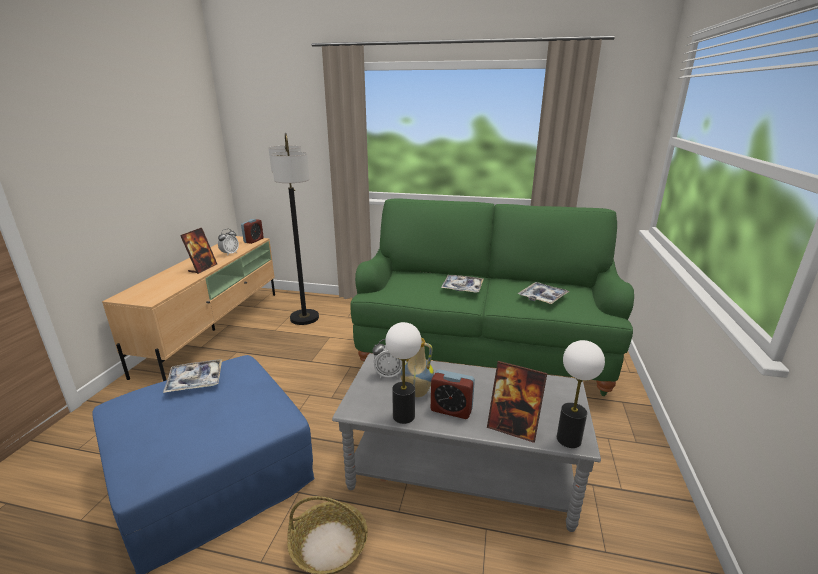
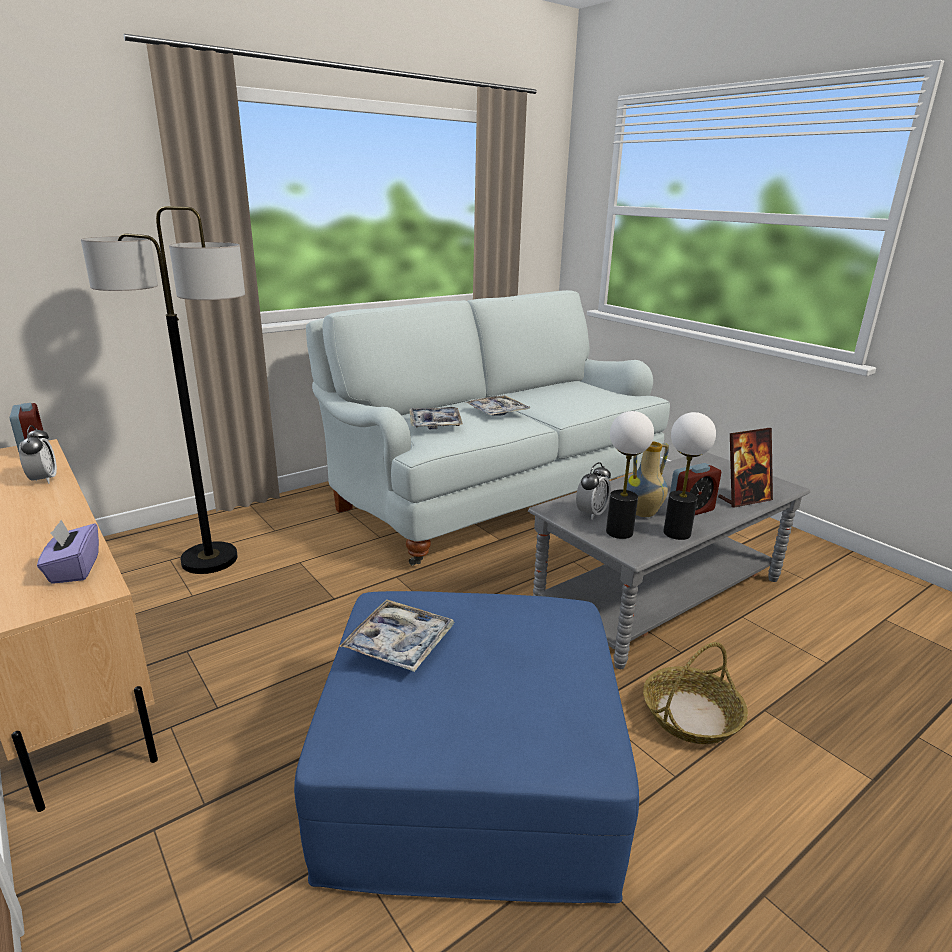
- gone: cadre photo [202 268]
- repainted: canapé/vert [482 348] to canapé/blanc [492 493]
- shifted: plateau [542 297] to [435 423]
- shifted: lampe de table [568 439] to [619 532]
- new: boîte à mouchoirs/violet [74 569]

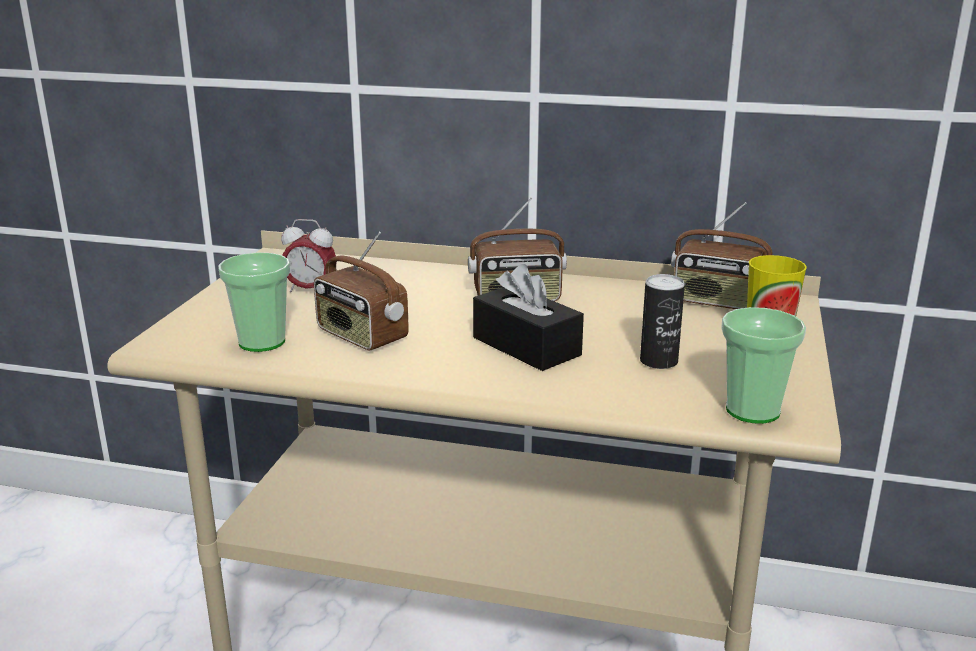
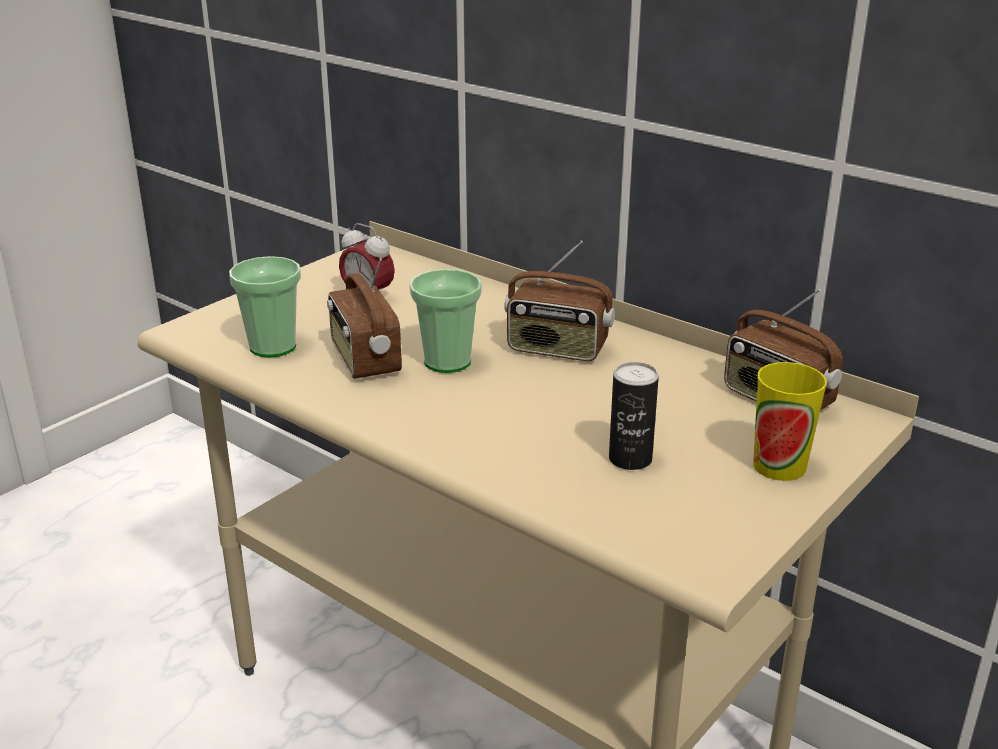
- gone: boîte à mouchoirs/noir [526 346]
- shifted: tasse [752 410] to [447 362]

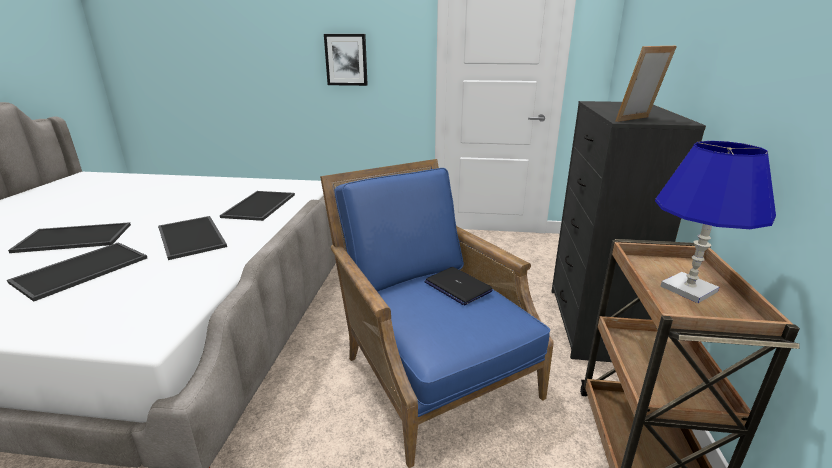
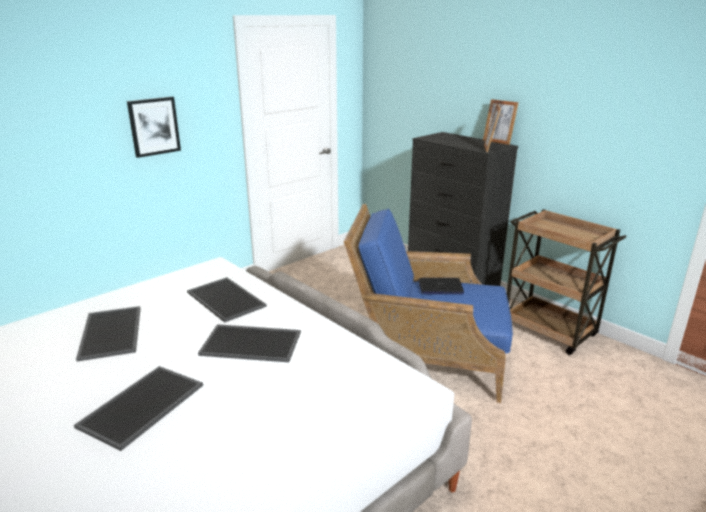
- shifted: plateau [81 269] to [109 332]
- gone: lampe de table/bleu [688 289]
- new: cadre photo [498 142]

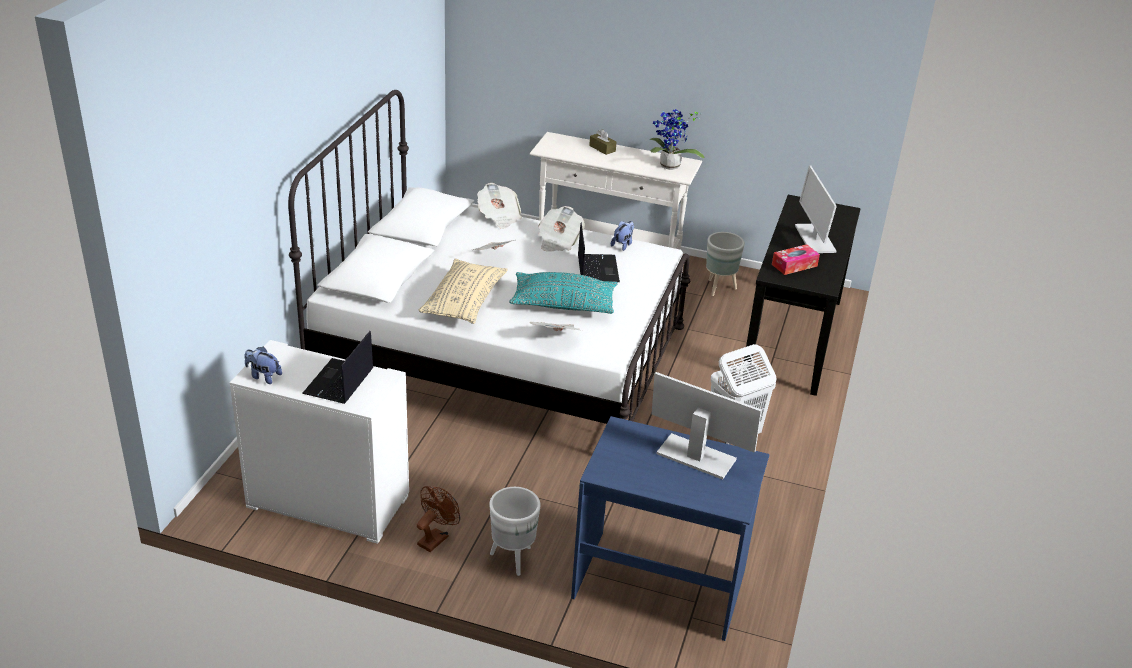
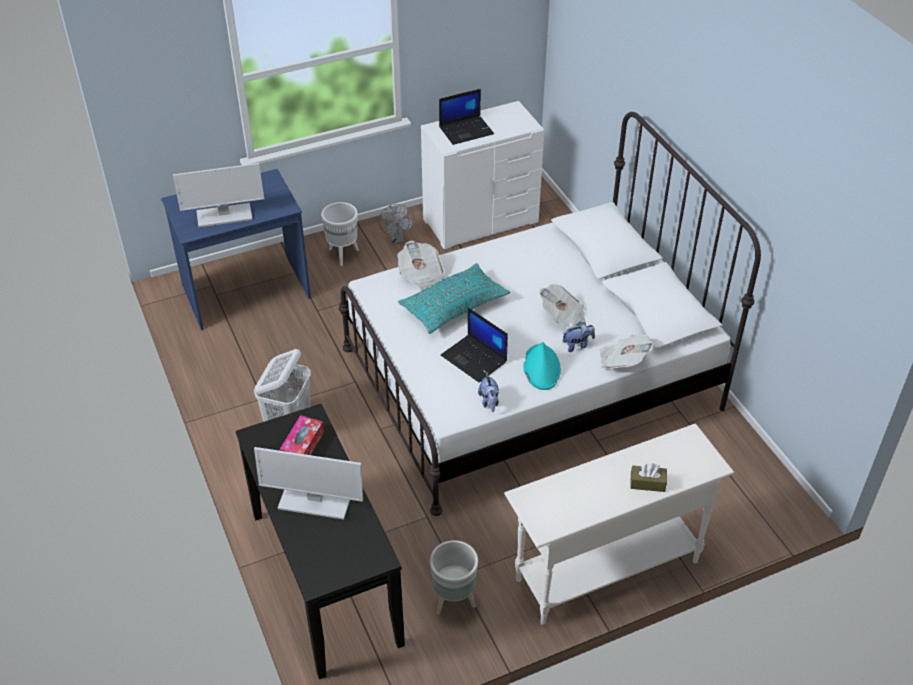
- shifted: peluche [263 376] to [577 345]
- rotated: ordinateur portable [339 382] = [466 130] 90 degrees clockwise
- repainted: ventilateur/marron [436 538] to ventilateur/gris [397 239]
- gone: coussin/beige [464 301]
- swapped: journal [558 241] to chapeau/turquoise [541 367]
- gone: plante en pot [669 167]
- rotated: écran d'ordinateur [814 238] = [314 501] 150 degrees clockwise

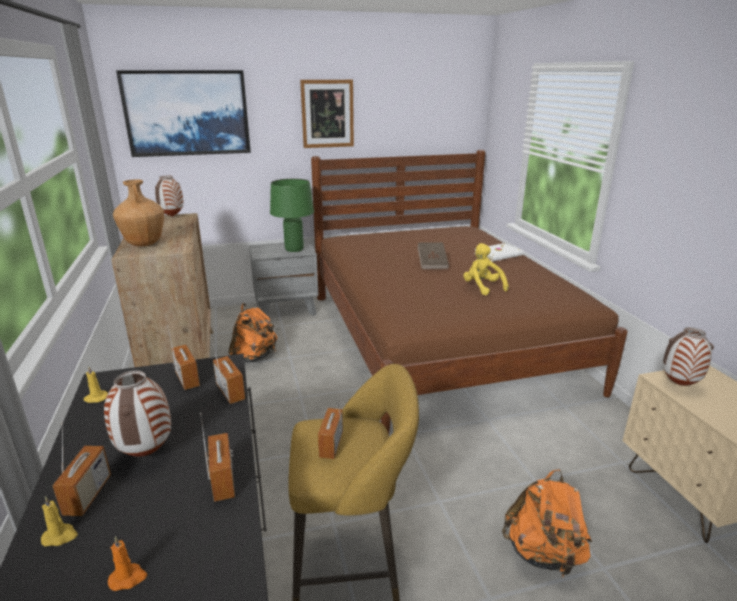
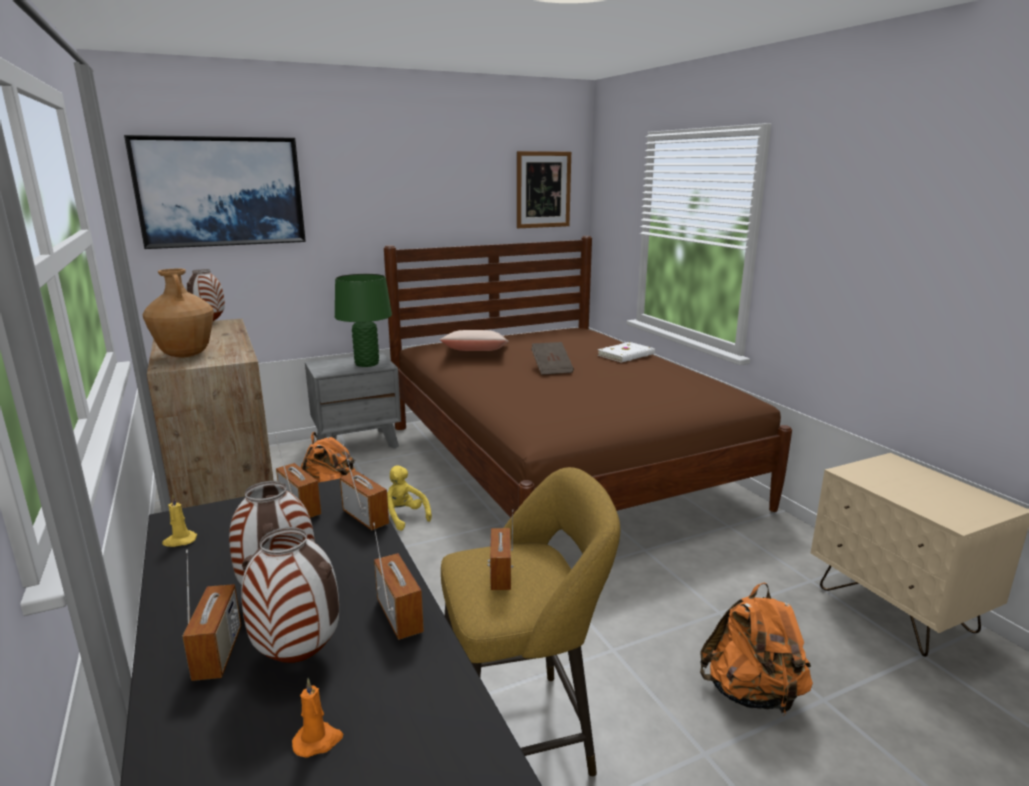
- gone: bougie/jaune [60 536]
- shifted: tableau [327 114] to [543 189]
- shifted: peluche/jaune [482 287] to [403 517]
- shifted: vase [679 384] to [300 656]
- new: coussin/beige [475 353]

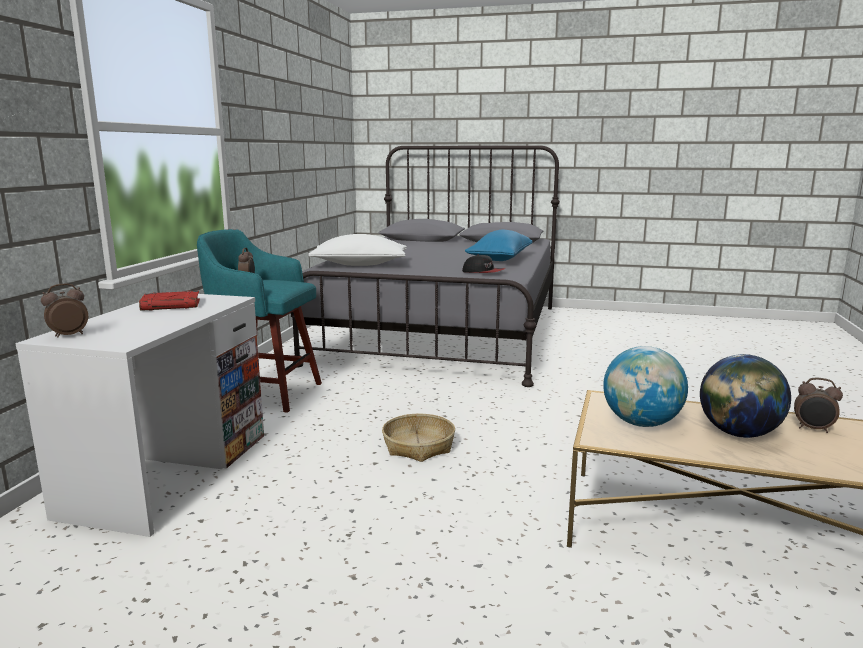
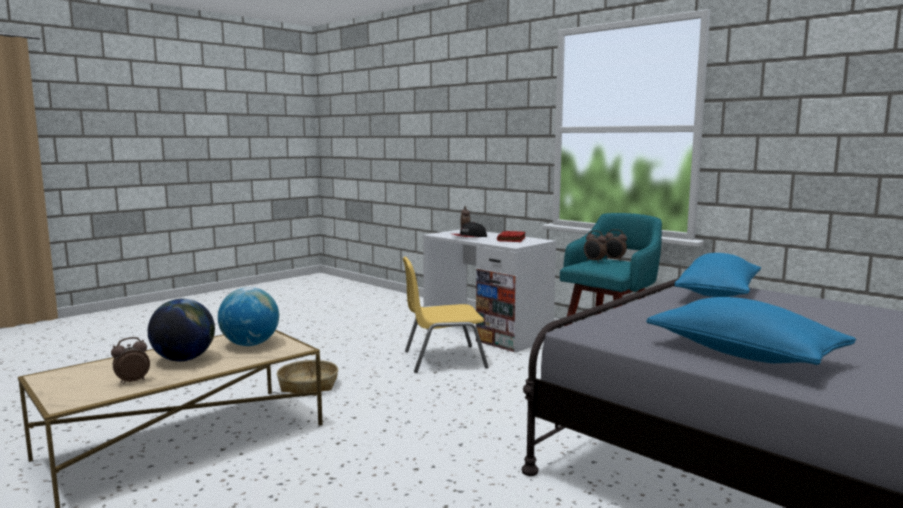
- repainted: coussin/blanc [359 264] to coussin/bleu [718 294]
- shifted: panier [418 446] to [308 385]
- shifted: casquette [483 272] to [468 237]
- new: chaise/jaune [443 359]
- new: réveil [594 261]

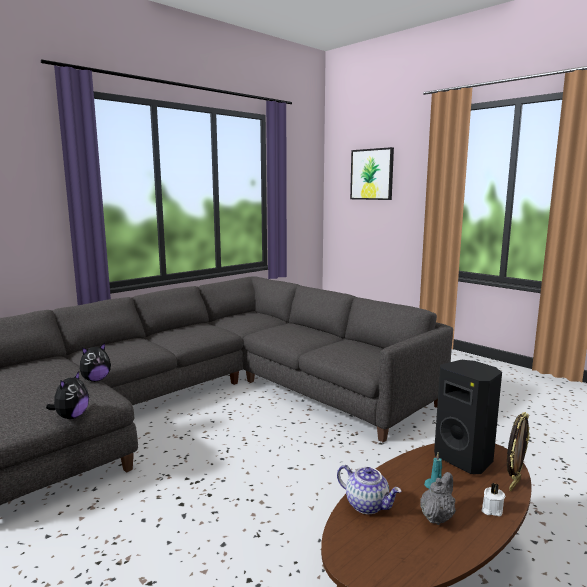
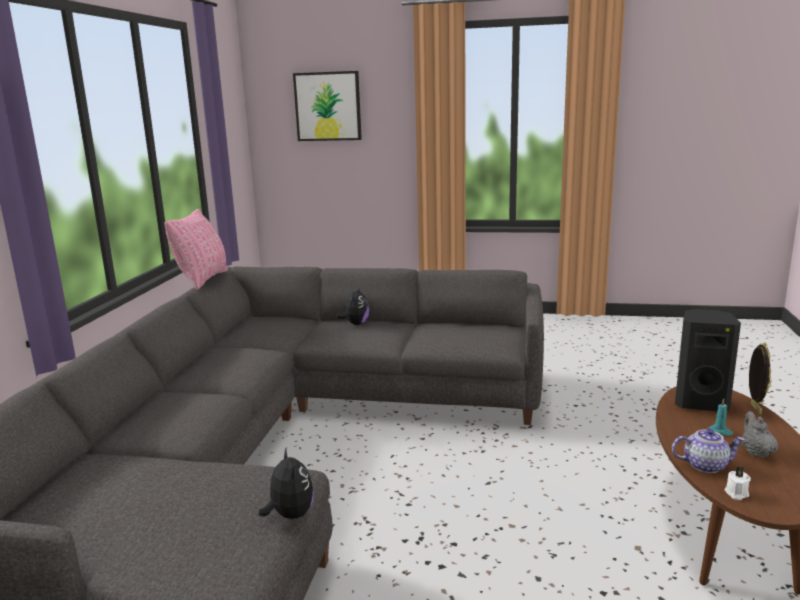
- shifted: peluche [96 380] to [356 324]
- shifted: bougie/blanc [491 510] to [736 493]
- new: coussin/rose [203 280]

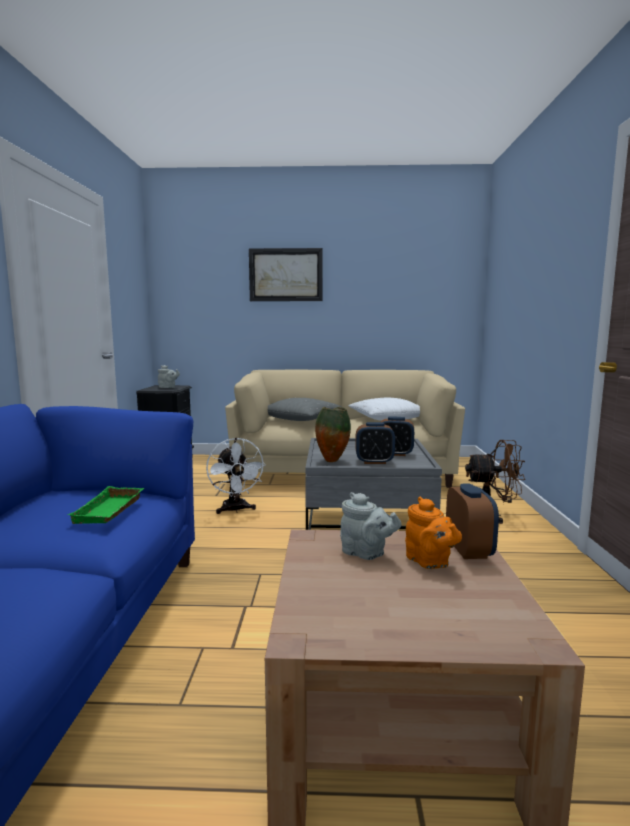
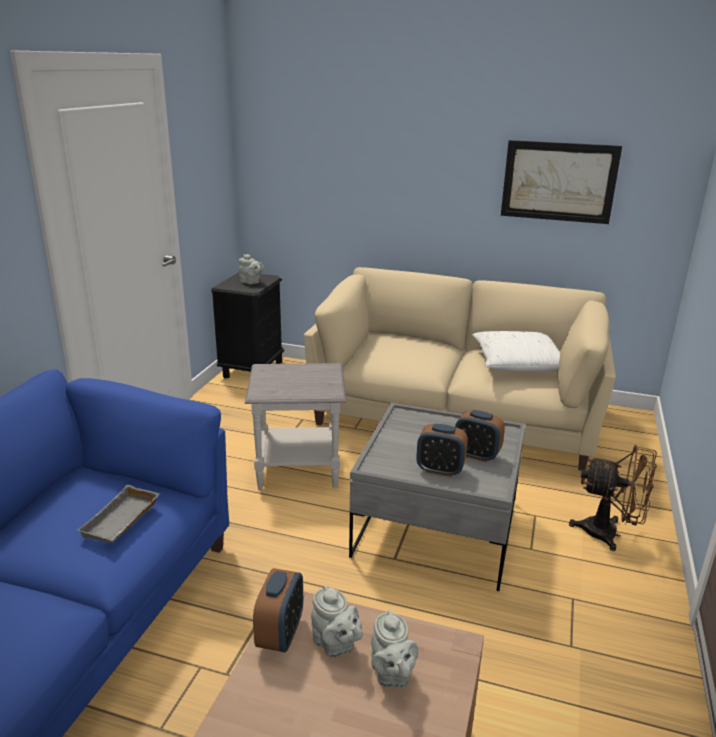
- repainted: plateau/vert [111 511] to plateau/gris [122 521]
- swapped: ventilateur/blanc [235 510] to table d'appoint/gris [299 469]
- shifted: tableau [286 275] to [558 181]
- gone: coussin/gris [301 419]
- gone: vase [332 461]
- repainted: théière/orange [429 562] to théière/gris [391 675]
- shifted: réveil [469 550] to [280 634]

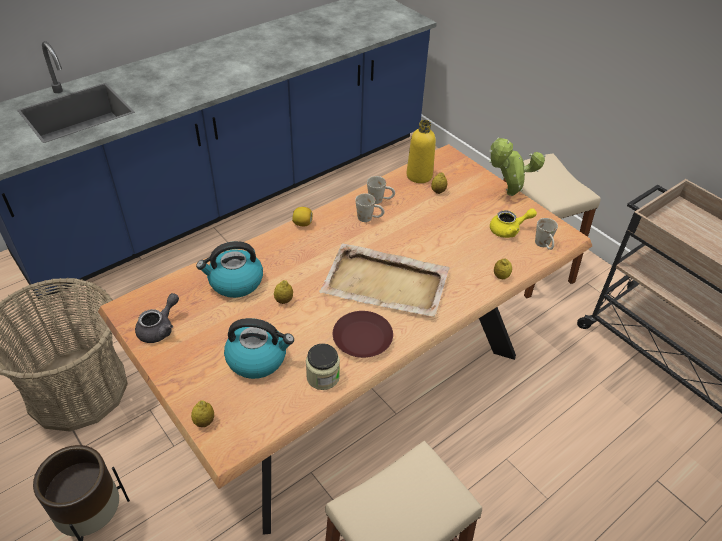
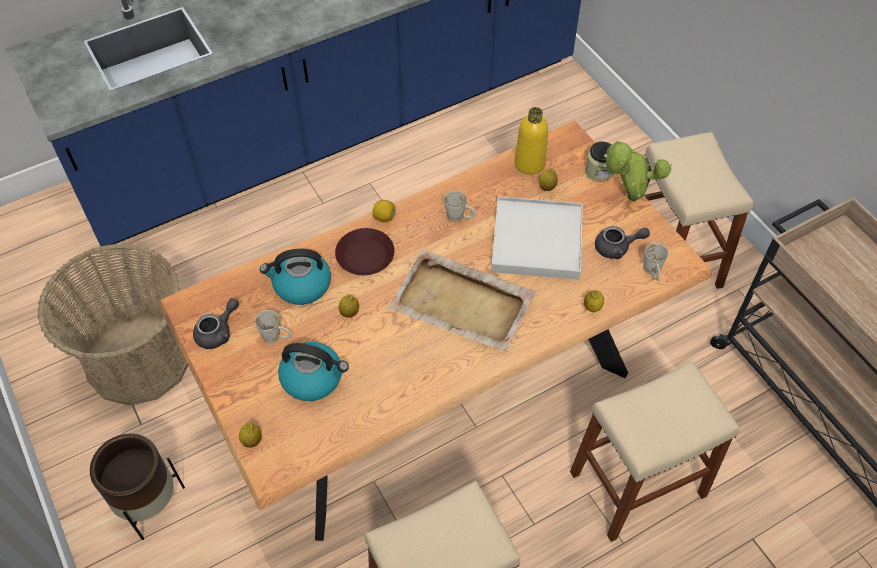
- shifted: bocal [323 377] to [599 171]
- shifted: assiette/marron [361 338] to [364 256]
- shifted: mug/blanc [380 200] to [277 337]
- repainted: théière/jaune [509 230] to théière/gris [617 248]
- new: plateau/blanc [536 241]
- new: tabouret/beige [637 484]

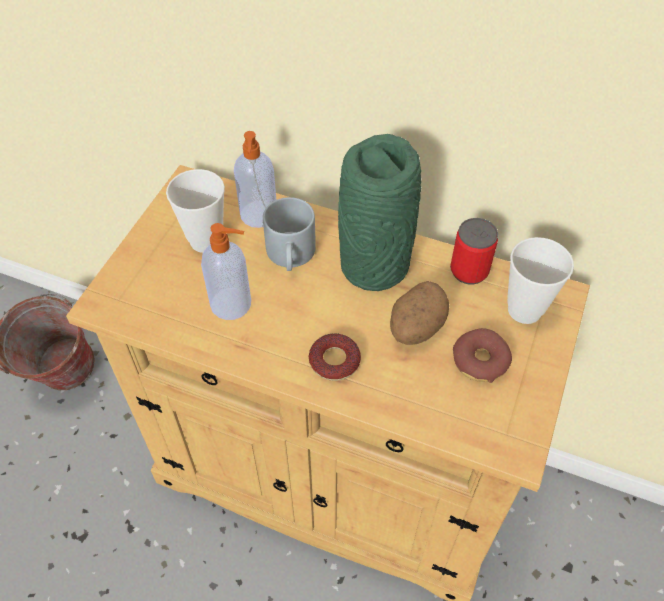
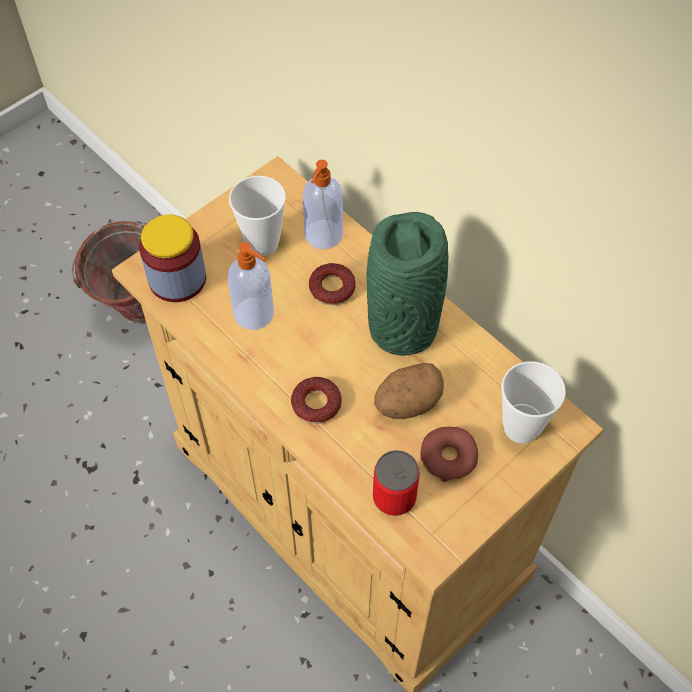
- swapped: mug/gris [291 255] to beignet [332 288]
- shifted: boîte métallique [469 271] to [394 497]
- new: bocal [177 279]

